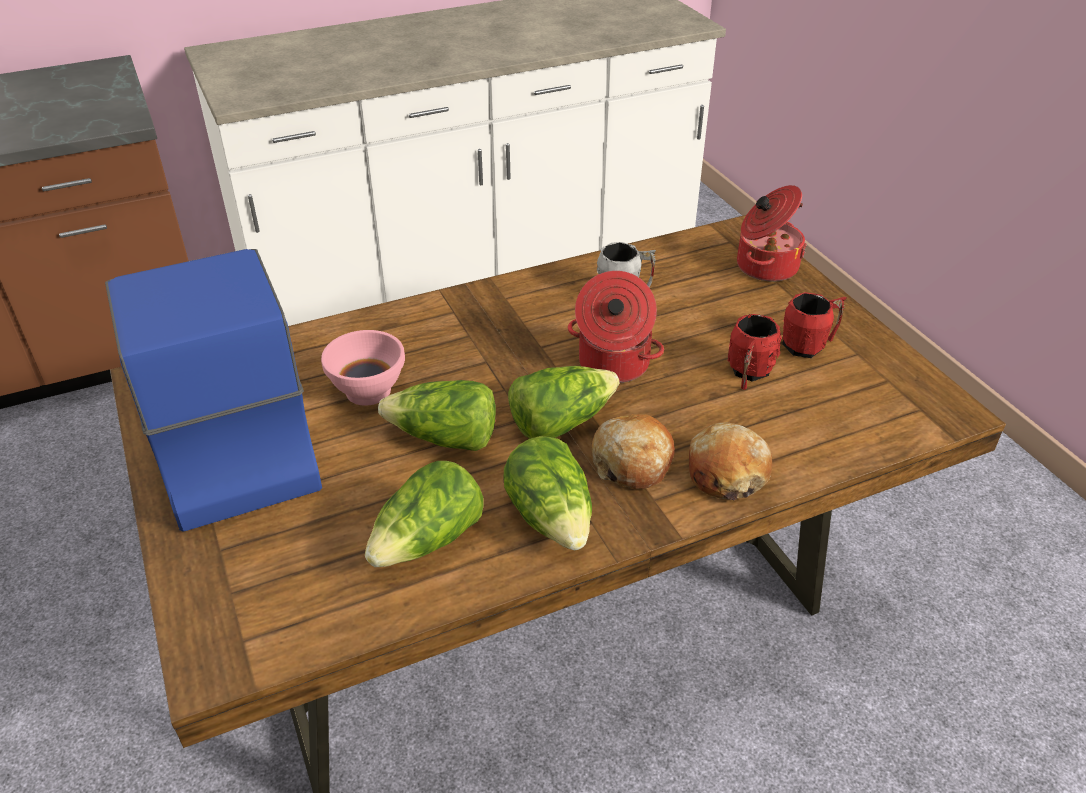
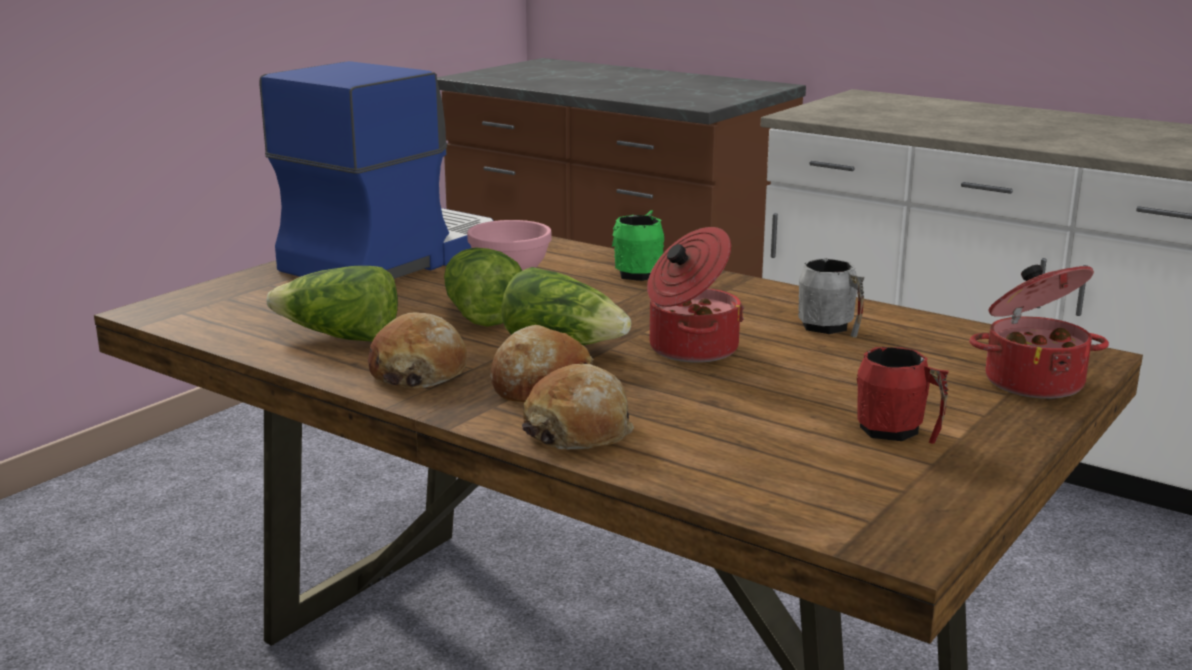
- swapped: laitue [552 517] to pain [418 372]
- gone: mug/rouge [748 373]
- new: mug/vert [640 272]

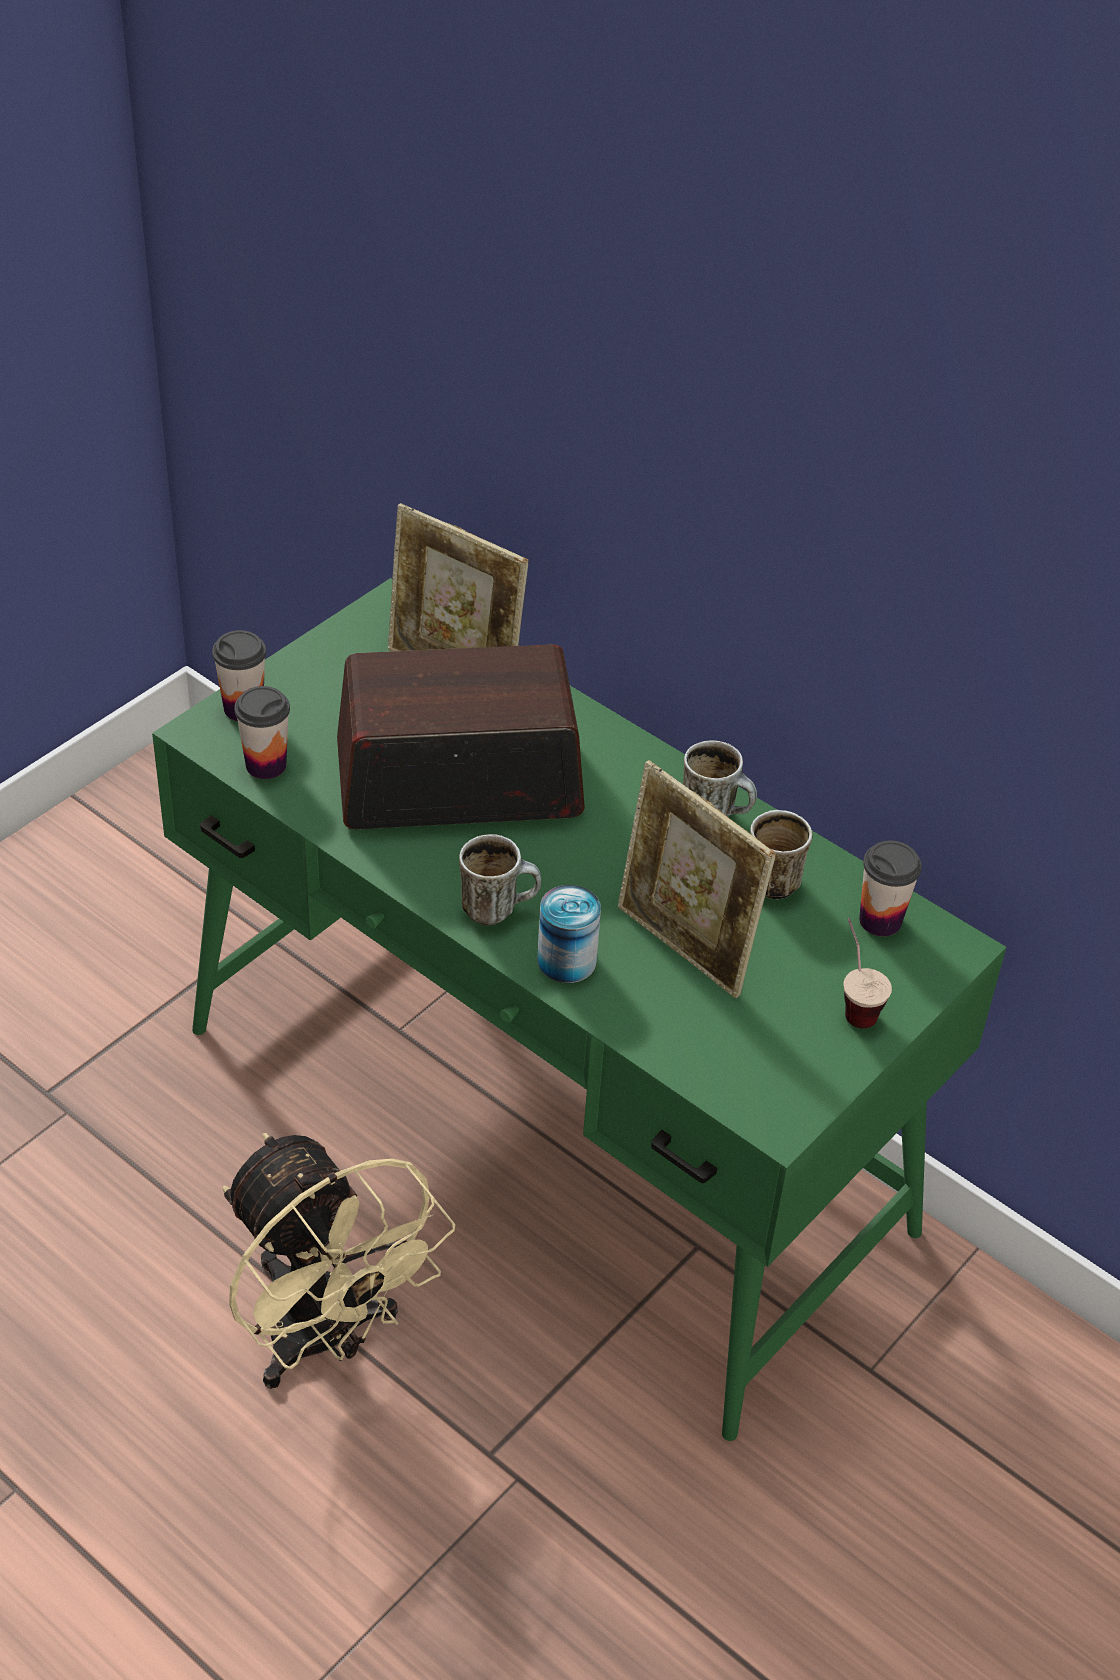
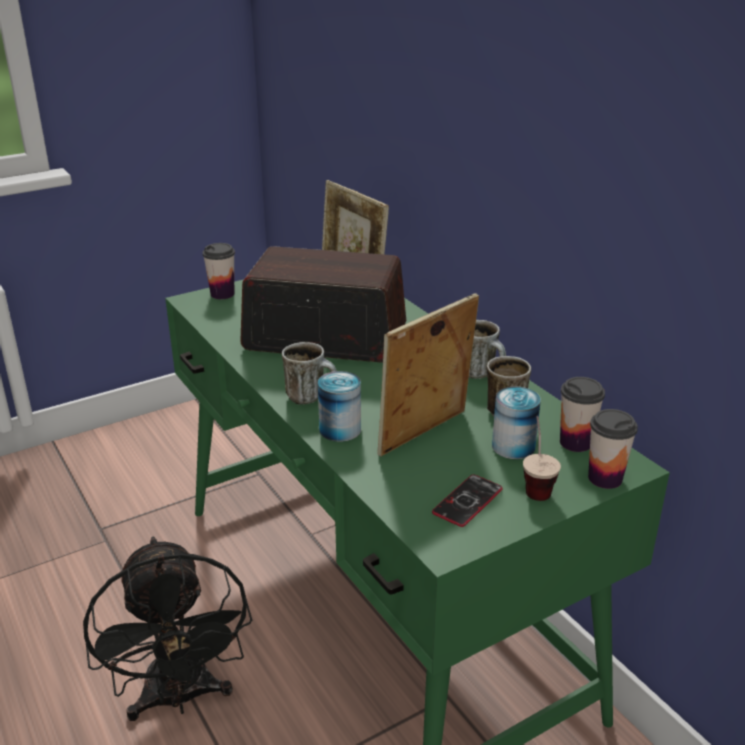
- repainted: ventilateur/beige [325 1339] to ventilateur/noir [179 698]
- shifted: tasse [266 765] to [605 478]
- rotated: cadre photo [684 948] = [425 436] 75 degrees clockwise
- new: téléphone [467 501]
- new: boîte métallique [513 446]

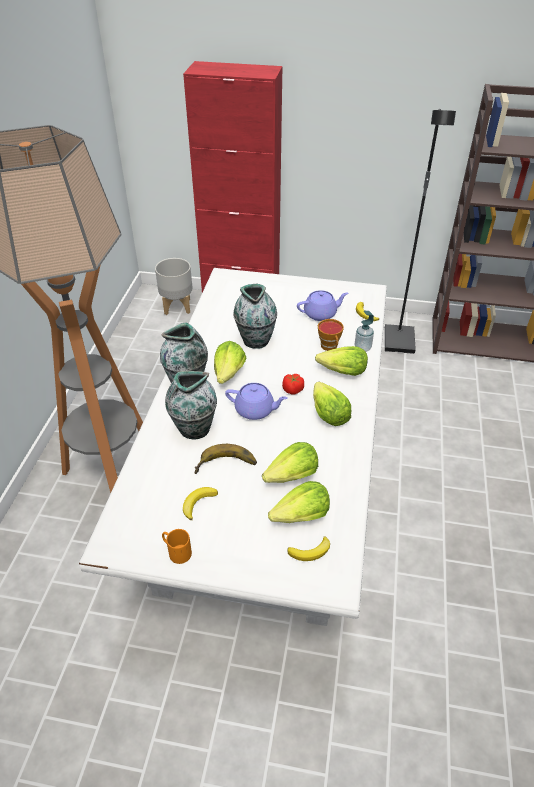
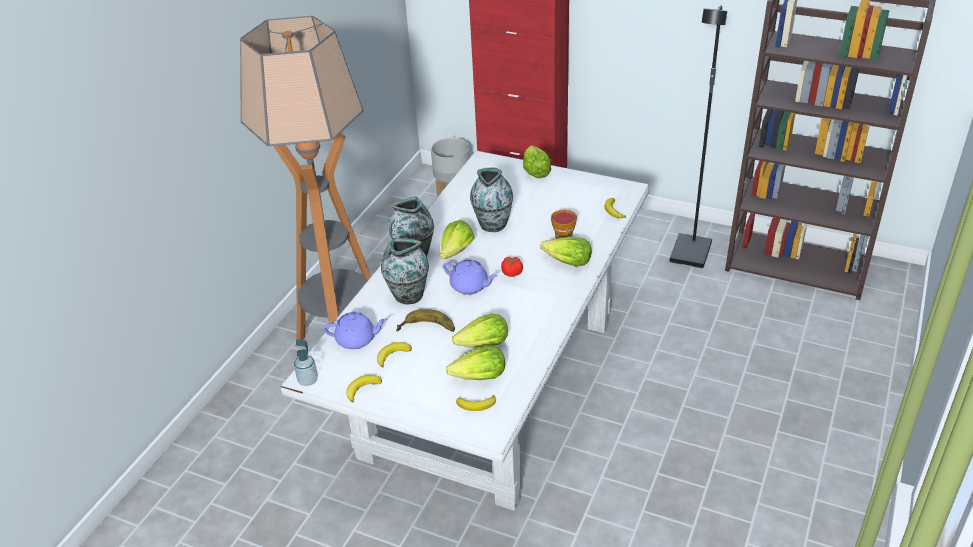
- swapped: mug/orange [176 551] to banane [362 389]
- shifted: théière/violet [321 314] to [357 339]
- shifted: laitue [328 414] to [535 171]
- shifted: distributeur de savon [362 348] to [308 380]

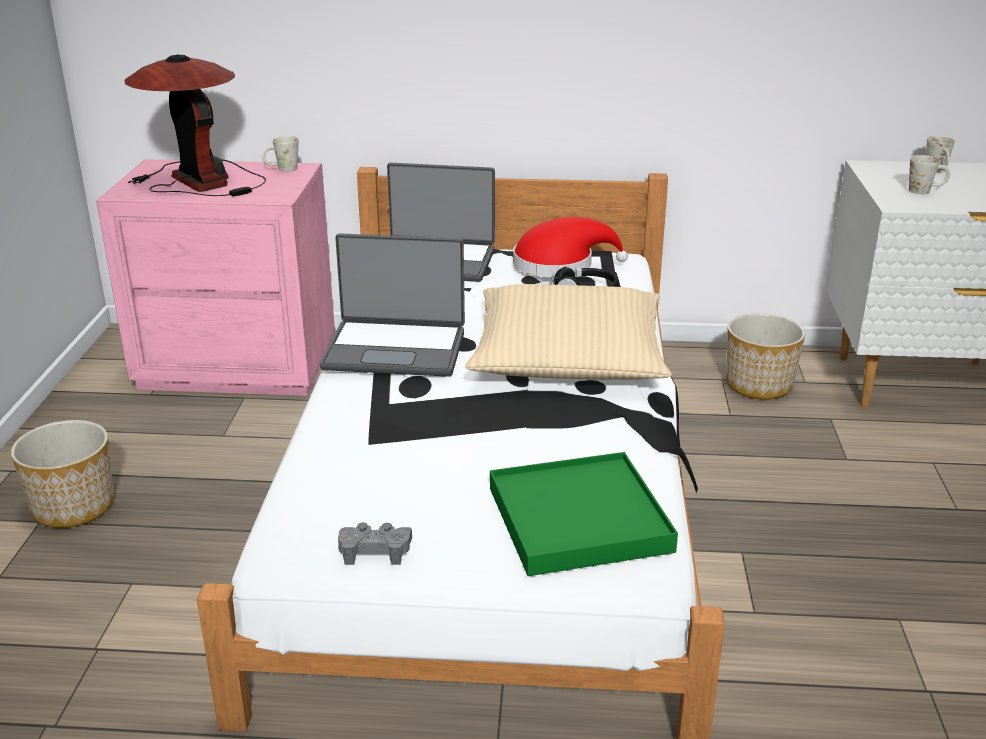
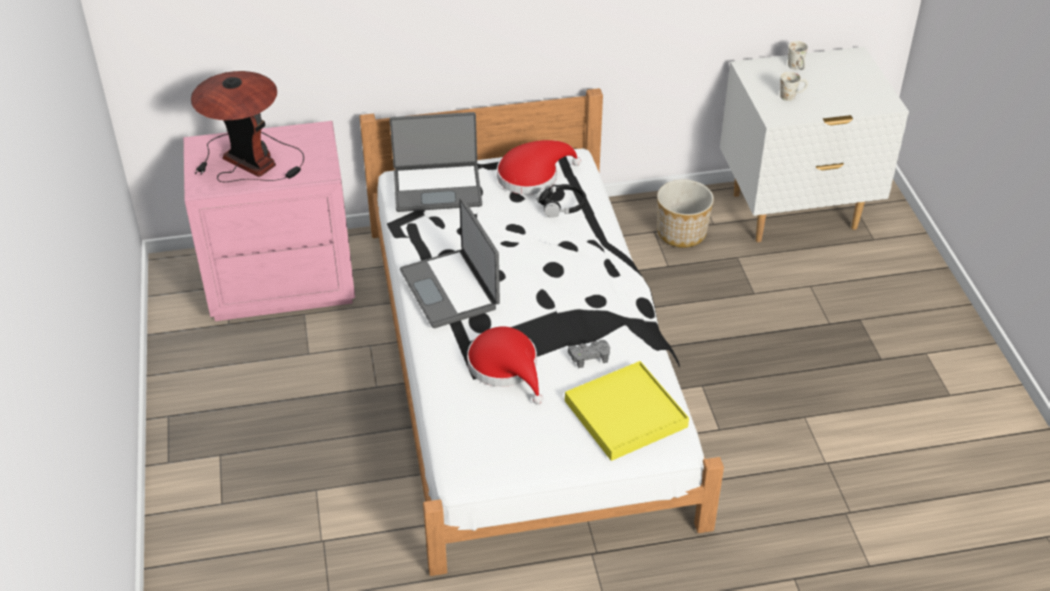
- gone: cache-pot [74 506]
- gone: mug/blanc [282 170]
- rotated: ordinateur portable [395 349] = [451 289] 75 degrees clockwise
- shifted: manette/gris [375 550] to [589 356]
- gone: coussin/beige [568 356]
- repainted: plateau/vert [578 520] to plateau/jaune [625 414]
- new: chapeau/rouge [506 367]

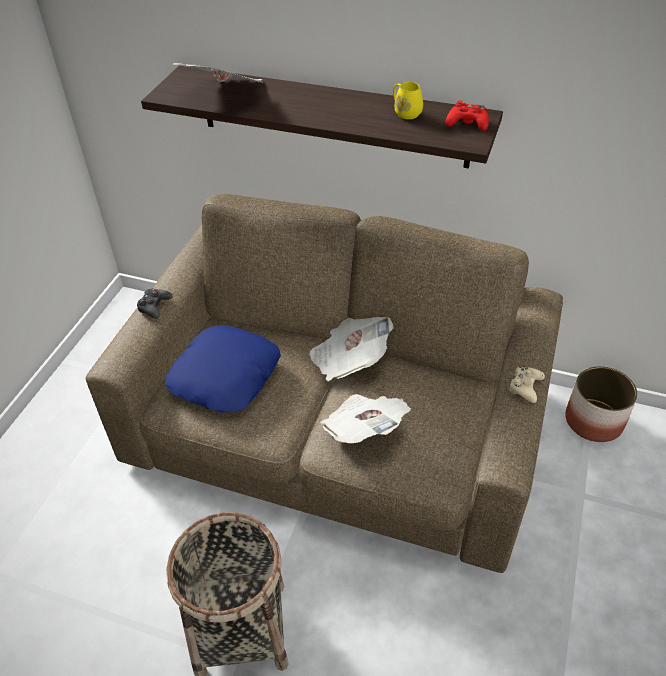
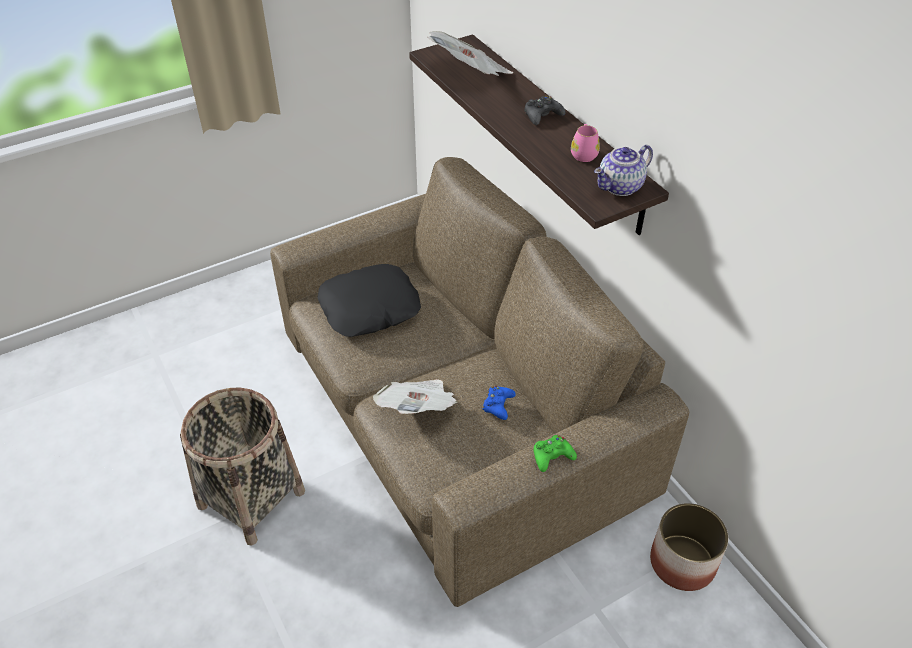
- shifted: manette/noir [154 306] to [542 115]
- repainted: coussin/bleu [226 376] to coussin/noir [370 308]
- gone: journal [349 359]
- repainted: mug/jaune [405 112] to mug/rose [583 153]
- swapped: manette/rouge [467 123] to théière [620 187]
- repainted: manette/beige [525 387] to manette/vert [552 456]
- new: manette/bleu [498 405]

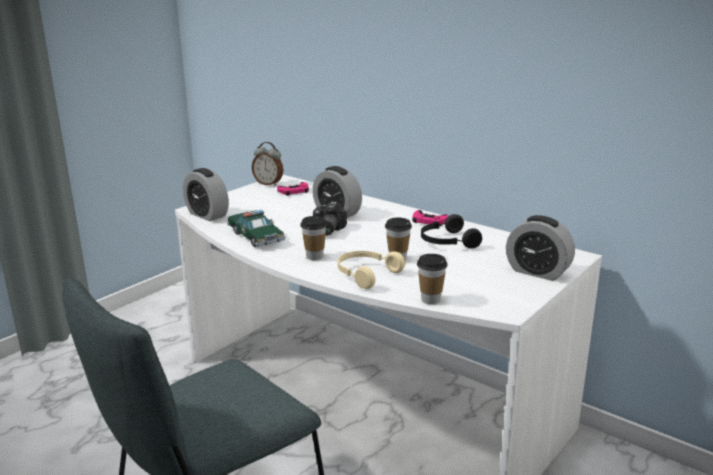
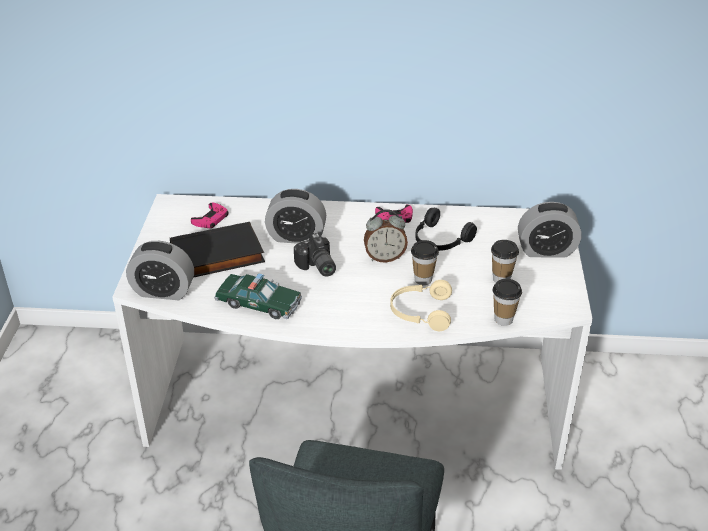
- shifted: réveil [269 184] to [384 257]
- shifted: tasse [314 256] to [501 279]
- new: livre/noir [217 256]

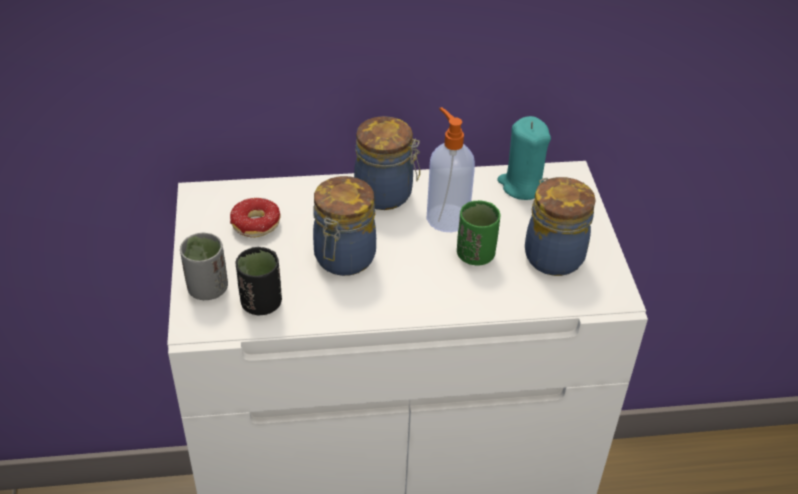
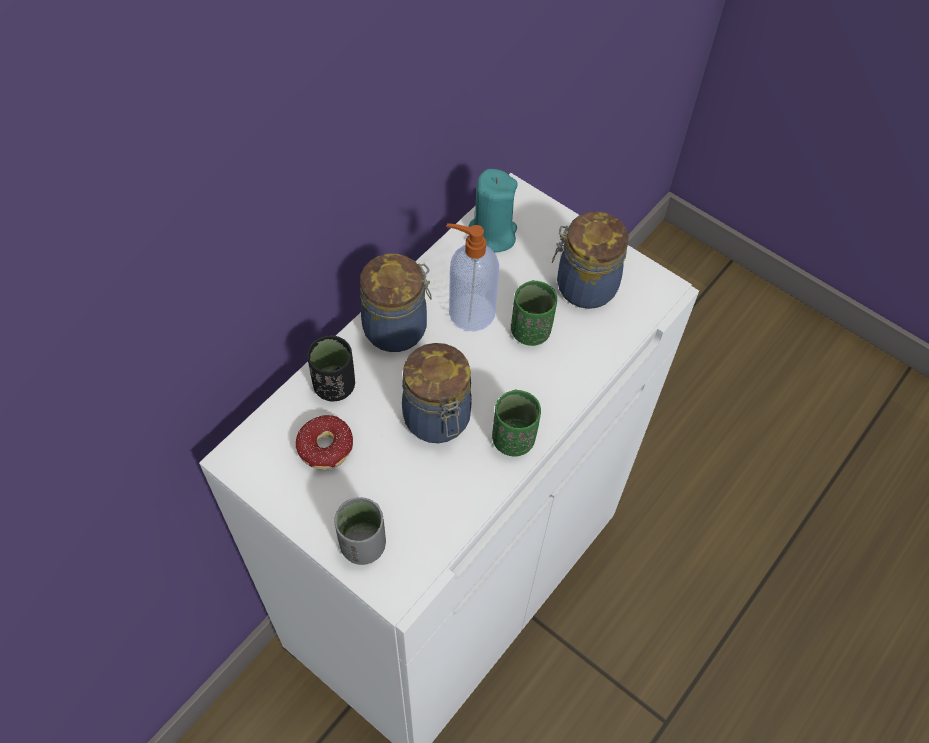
- shifted: tasse/noir [261 303] to [334 386]
- new: tasse/vert [513 439]

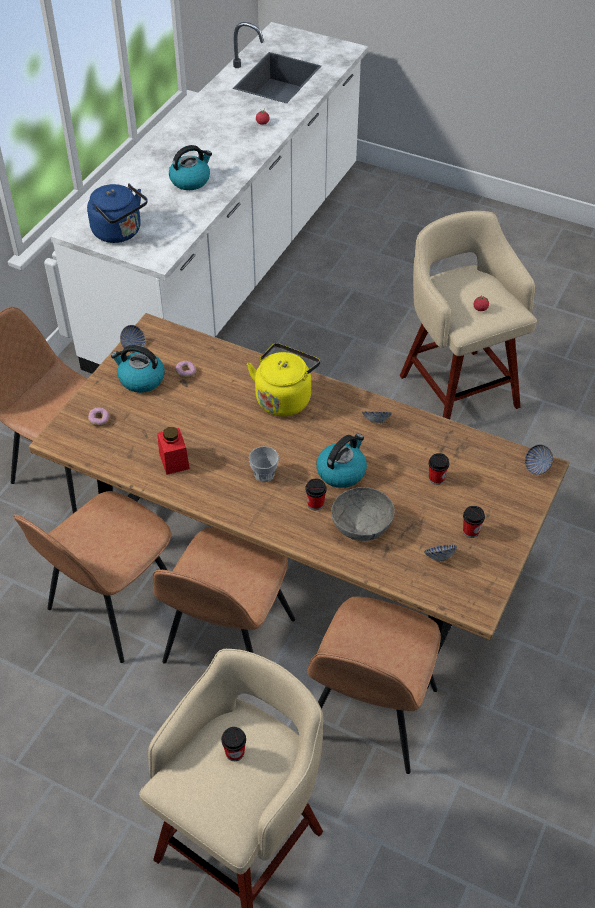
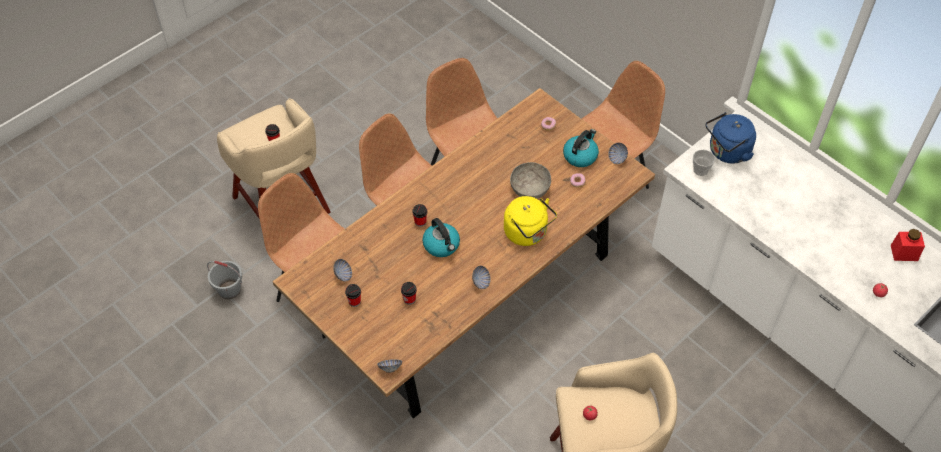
- shifted: bocal/rouge [174 461] to [904 253]
- gone: bouilloire [190 180]
- shifted: tasse [264 474] to [700 170]
- shifted: bol/gris [361 525] to [530 188]
- new: seau/gris [229 290]

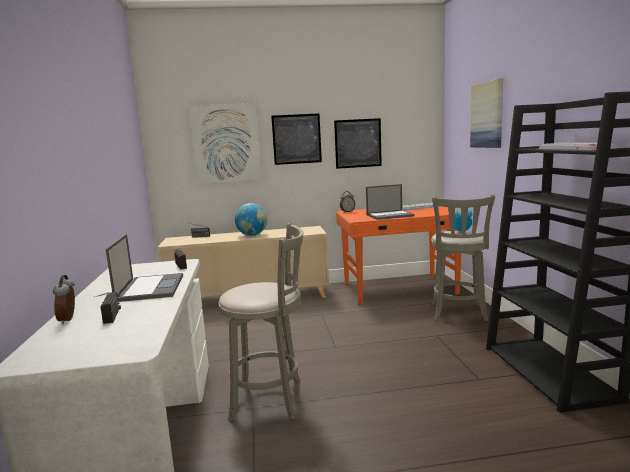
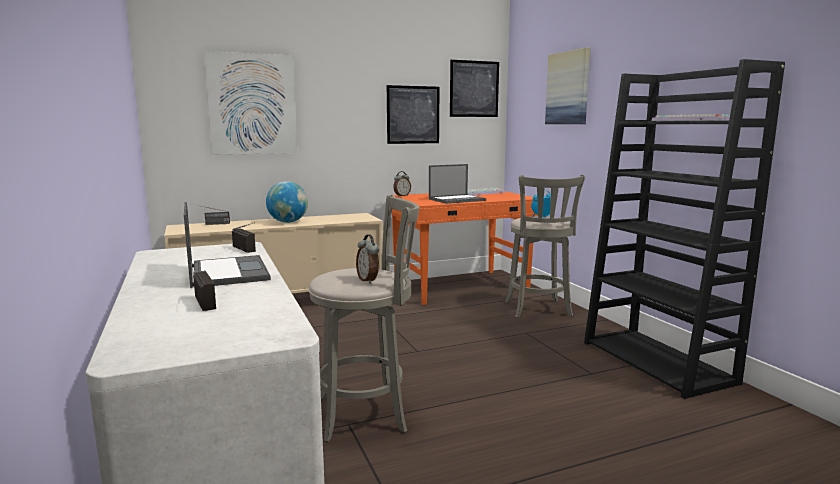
- shifted: réveil [69 319] to [368 280]
- shifted: tableau [296 139] to [474 89]

